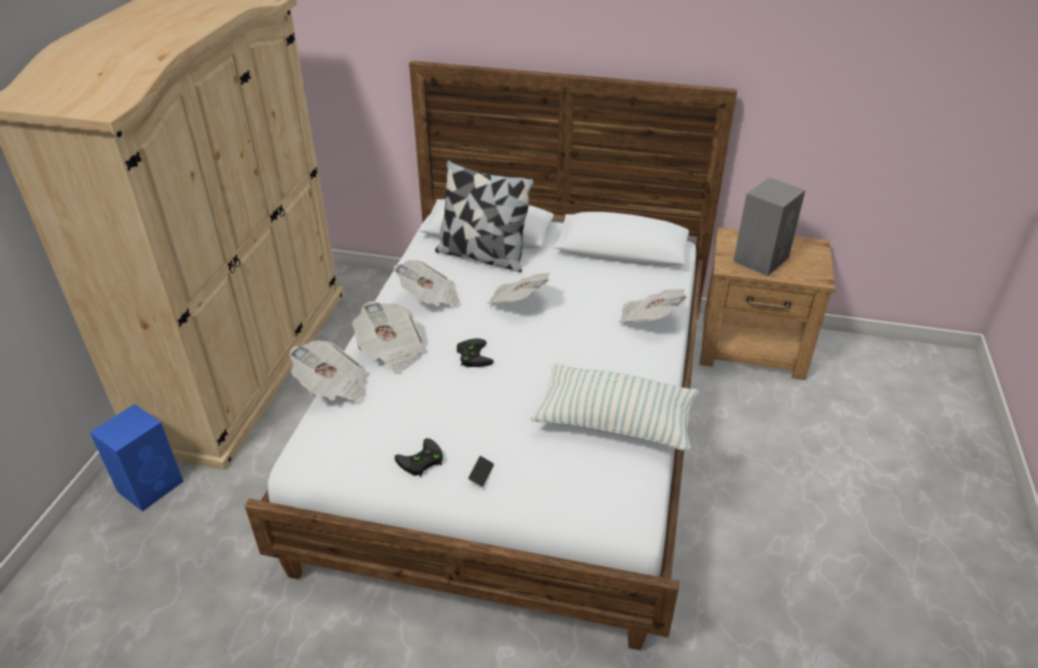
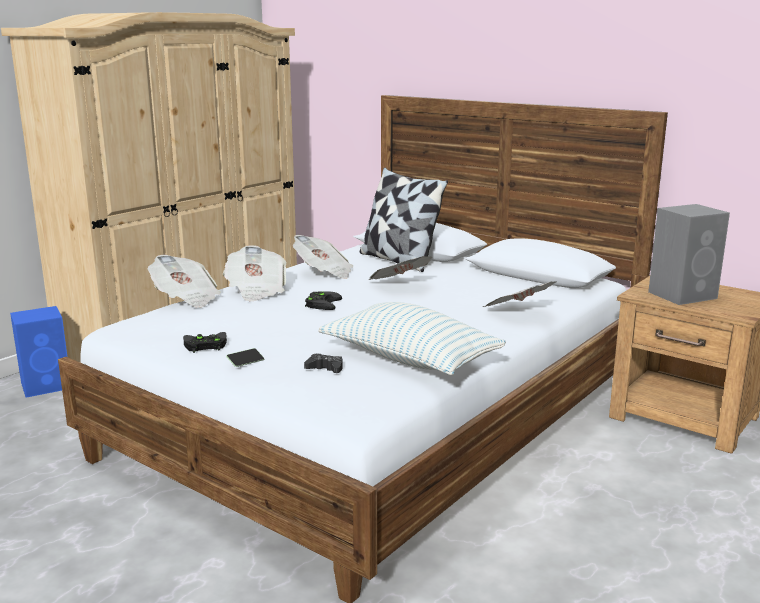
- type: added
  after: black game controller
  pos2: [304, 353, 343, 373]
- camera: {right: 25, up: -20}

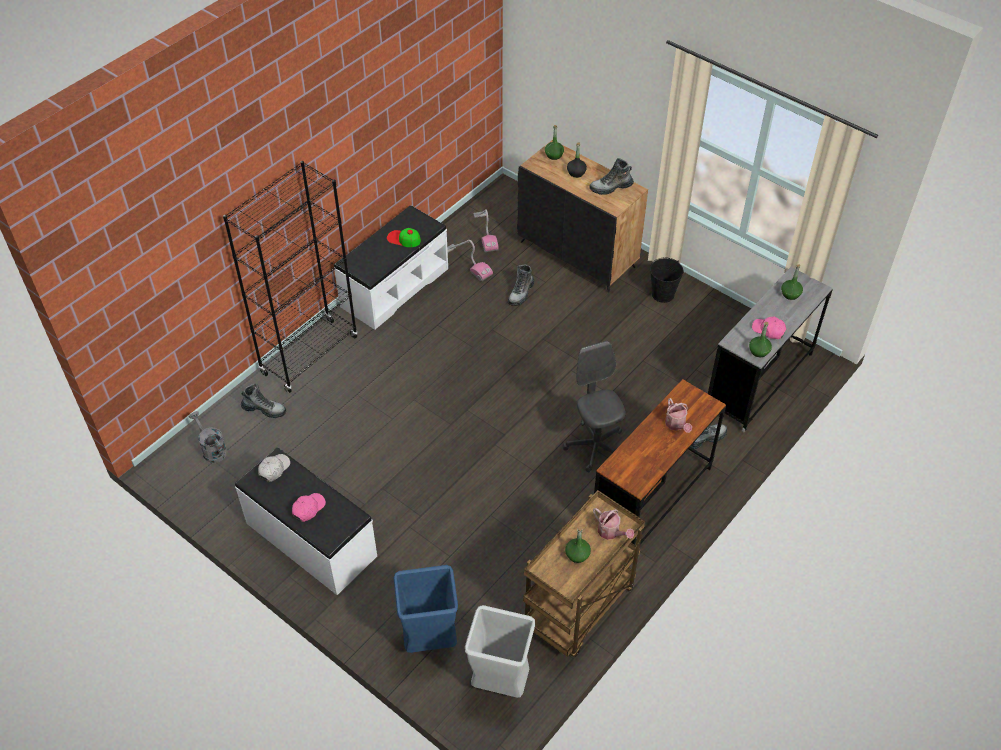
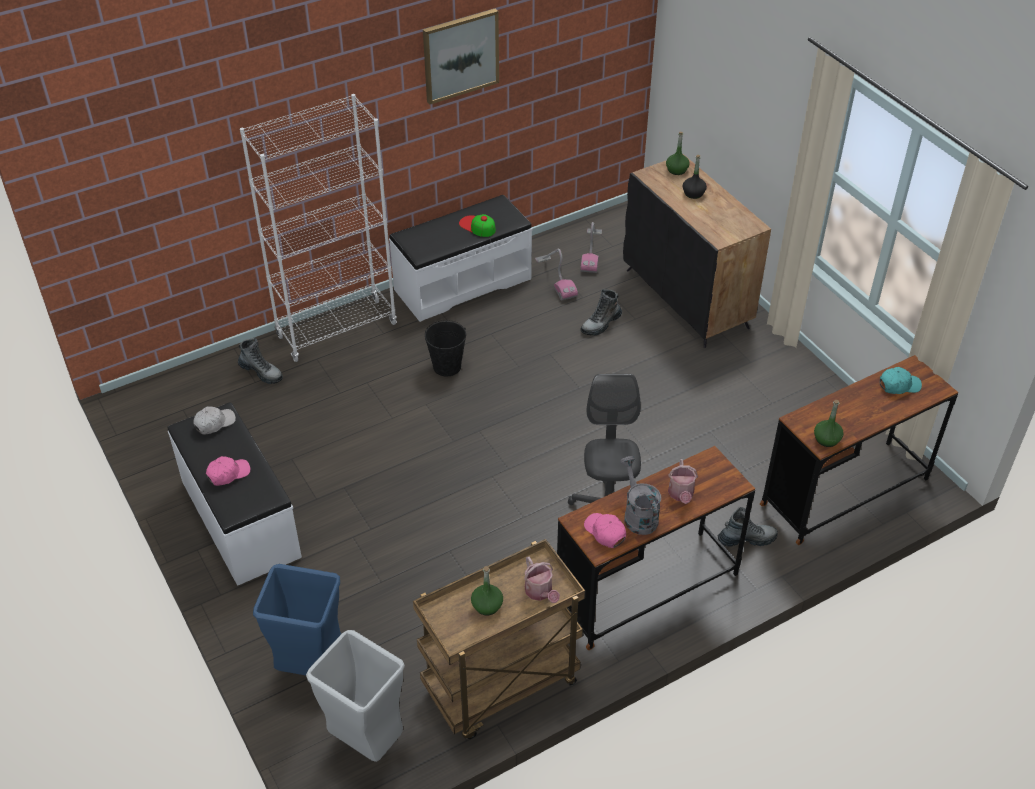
- type: recoloured
  before: black bookcase
  after: white bookcase
  pos1: [223, 161, 358, 393]
  pos2: [240, 94, 397, 362]
- type: added
  after: picture
  pos2: [423, 9, 499, 104]
- type: moved
  before: black bucket
  pos1: [650, 257, 683, 303]
  pos2: [425, 320, 466, 376]
- type: moved
  before: pink cap
  pos1: [752, 317, 786, 339]
  pos2: [584, 513, 626, 548]
- type: moved
  before: grey watering can
  pos1: [189, 411, 227, 463]
  pos2: [620, 456, 661, 535]
- type: recoloured
  before: grey desk
  after: brown desk
  pos1: [708, 267, 833, 433]
  pos2: [760, 355, 958, 545]
- type: replaced
  before: green bottle
  after: turquoise cap
  pos1: [781, 264, 803, 300]
  pos2: [879, 367, 922, 394]
- type: removed
  before: boot
  pos1: [589, 158, 634, 195]
- camera: {right: 20, up: -5}

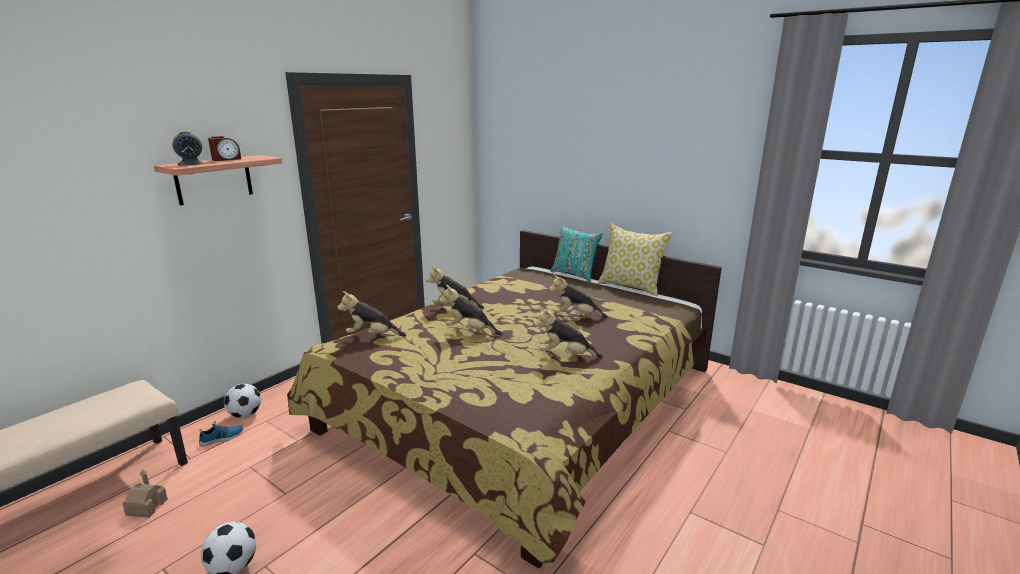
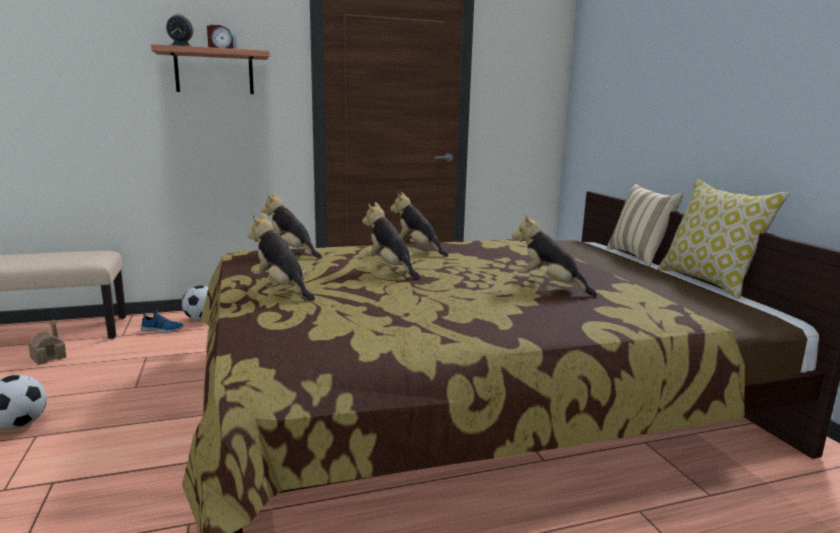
- type: moved
  before: plush toy
  pos1: [534, 306, 603, 358]
  pos2: [247, 213, 315, 301]
- type: recoloured
  before: turquoise pillow
  after: beige pillow
  pos1: [551, 226, 602, 282]
  pos2: [607, 184, 683, 267]
- camera: {right: 35, up: -5}

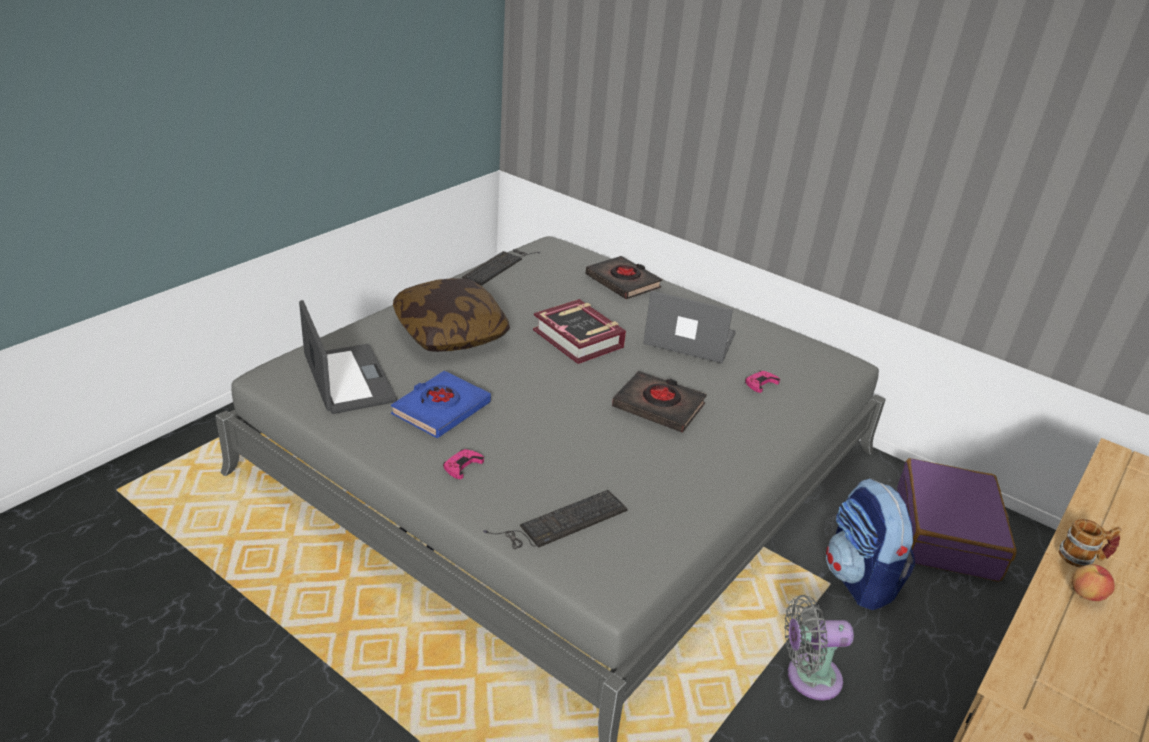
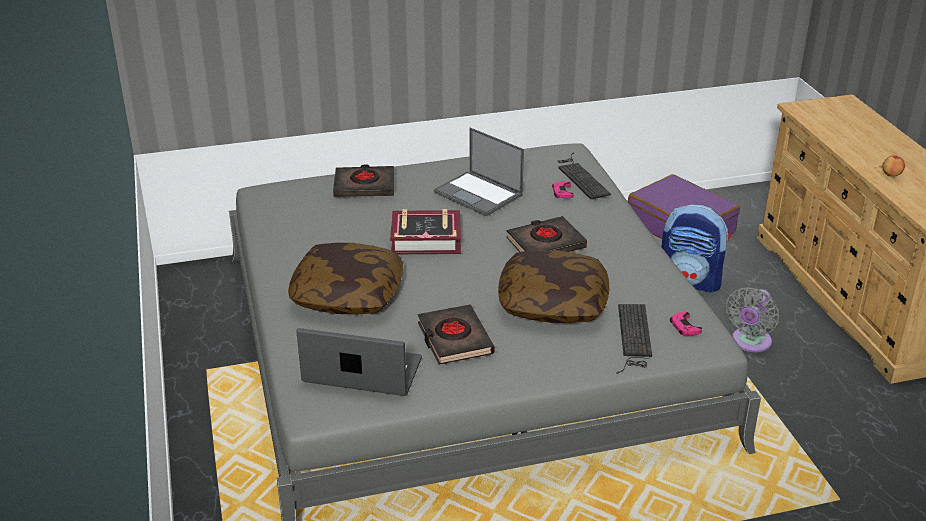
- type: recoloured
  before: blue book
  after: black book
  pos1: [391, 371, 491, 438]
  pos2: [418, 305, 495, 365]
- type: turned
  before: laptop
  pos1: [643, 290, 736, 363]
  pos2: [434, 128, 524, 217]
  turn: -105
- type: added
  after: pillow
  pos2: [498, 250, 609, 323]
- type: moved
  before: keyboard
  pos1: [462, 249, 540, 285]
  pos2: [558, 152, 611, 199]
- type: moved
  before: pink game controller
  pos1: [443, 449, 484, 479]
  pos2: [670, 312, 702, 335]
- type: removed
  before: mug
  pos1: [1058, 519, 1122, 567]
- camera: {right: -50, up: 0}

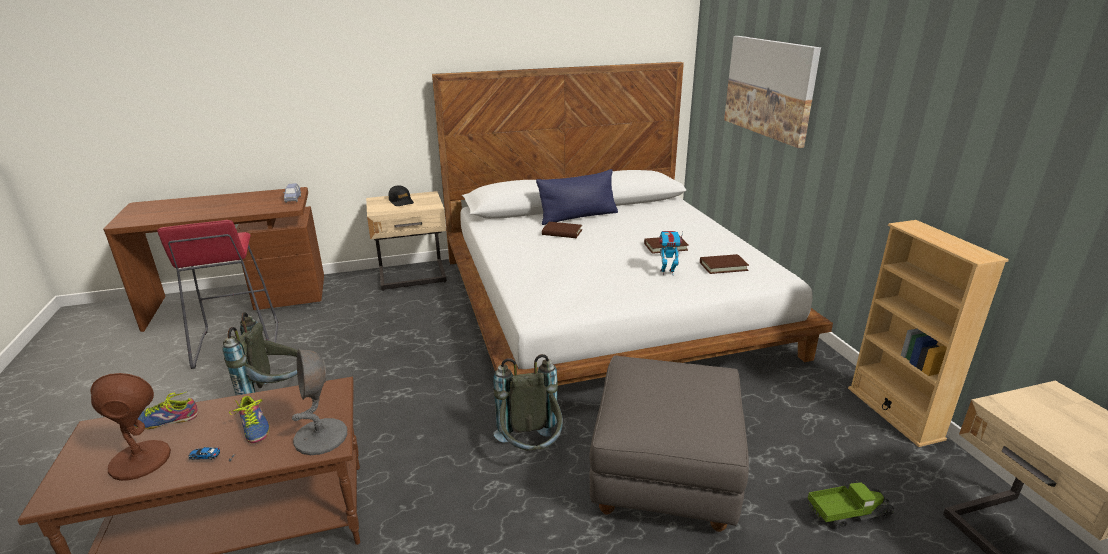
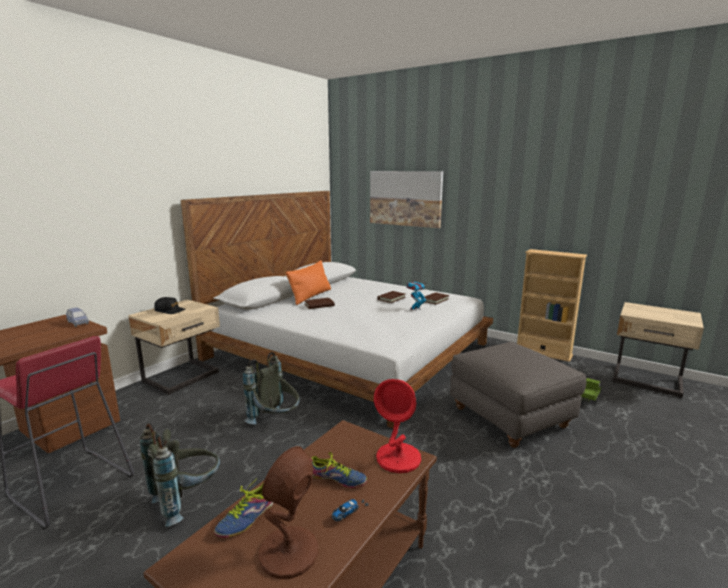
- type: moved
  before: grey backpack
  pos1: [493, 354, 563, 451]
  pos2: [243, 352, 300, 425]
- type: recoloured
  before: blue pillow
  after: orange pillow
  pos1: [536, 169, 618, 225]
  pos2: [286, 260, 331, 305]
- type: recoloured
  before: grey table lamp
  after: red table lamp
  pos1: [292, 348, 348, 455]
  pos2: [374, 379, 421, 473]
- camera: {right: -40, up: -10}

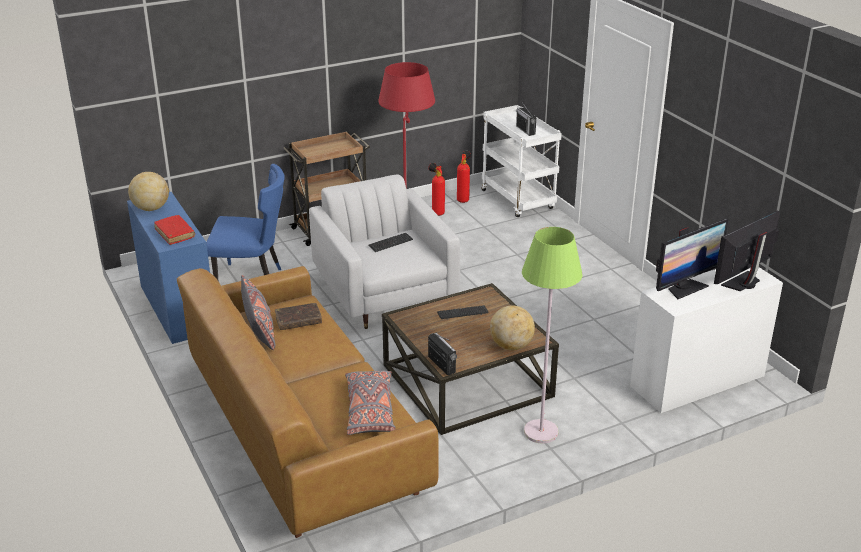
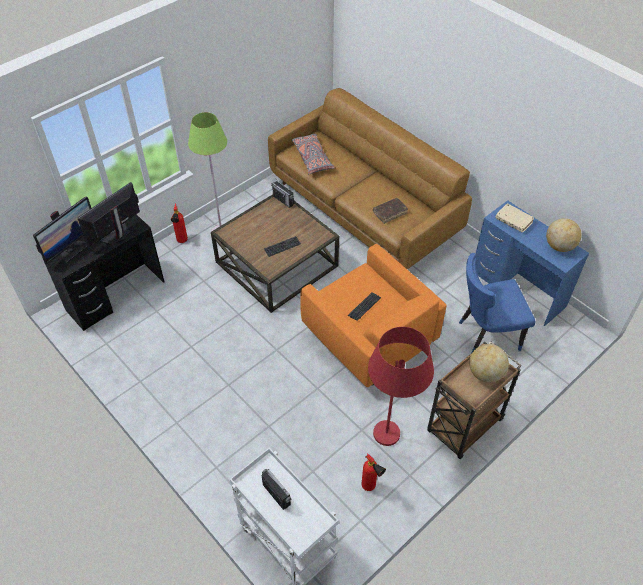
- type: recoloured
  before: white desk
  after: black desk
  pos1: [630, 267, 783, 413]
  pos2: [42, 214, 164, 331]
- type: moved
  before: fire extinguisher
  pos1: [457, 151, 471, 203]
  pos2: [171, 203, 188, 243]
- type: recoloured
  before: white armchair
  after: orange armchair
  pos1: [309, 174, 460, 329]
  pos2: [300, 244, 447, 387]
- type: moved
  before: globe
  pos1: [490, 306, 535, 350]
  pos2: [469, 344, 509, 383]
- type: recoloured
  before: red book
  after: beige book
  pos1: [154, 215, 195, 245]
  pos2: [495, 203, 534, 232]
- type: removed
  before: grey pillow
  pos1: [241, 275, 275, 350]
- camera: {right: 165, up: 20}

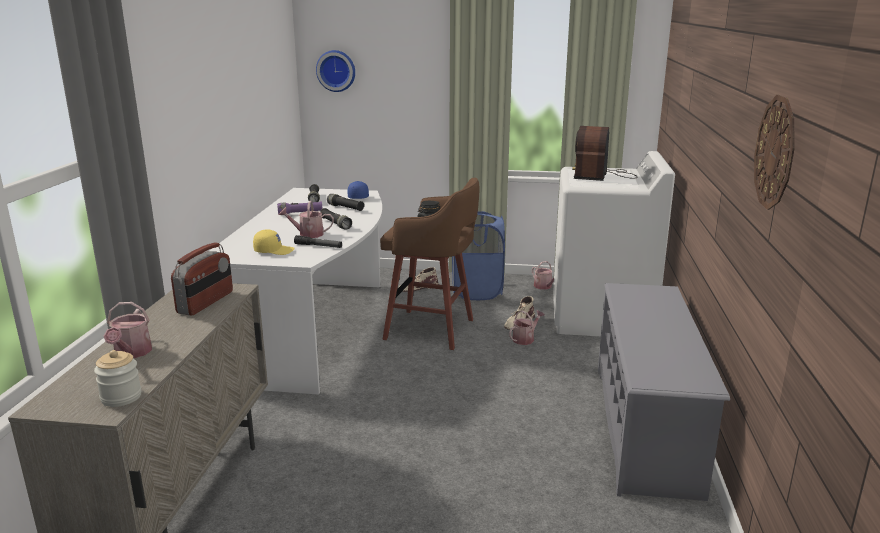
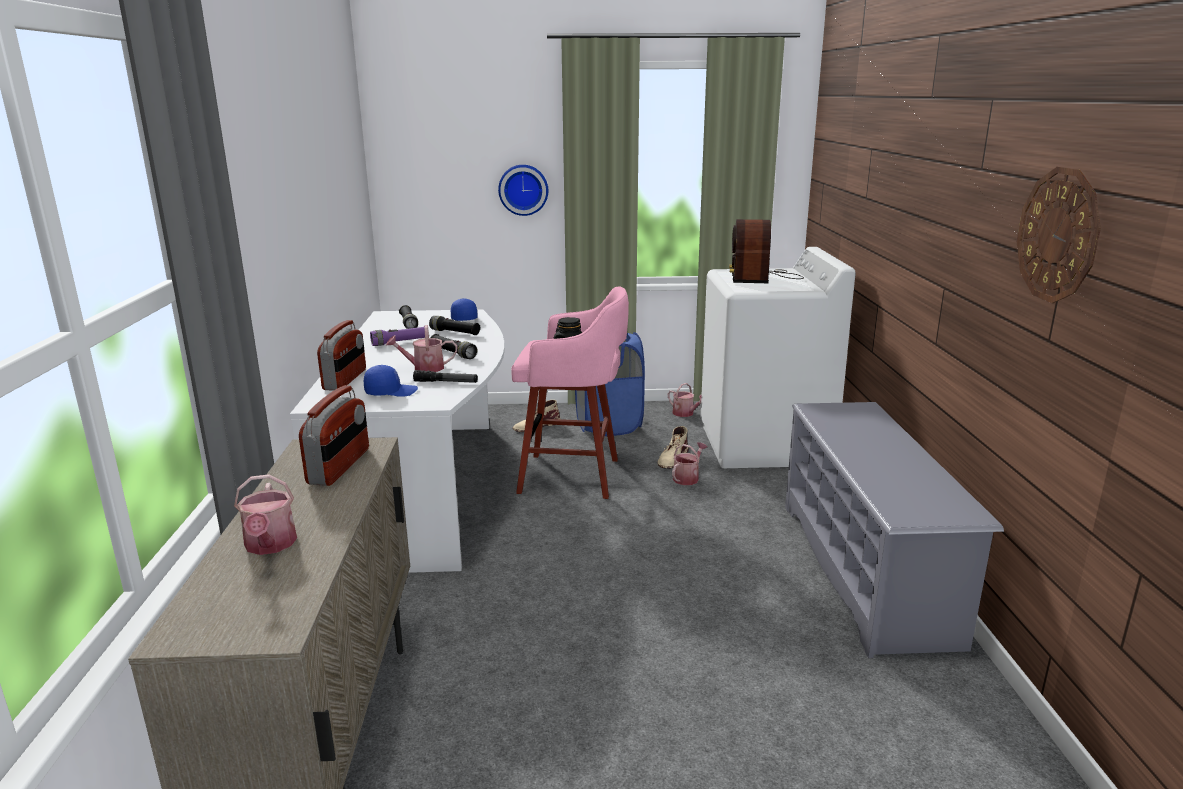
- type: added
  after: radio
  pos2: [317, 320, 366, 391]
- type: recoloured
  before: yellow cap
  after: blue cap
  pos1: [253, 229, 295, 255]
  pos2: [364, 365, 418, 397]
- type: moved
  before: wall clock
  pos1: [316, 50, 355, 92]
  pos2: [498, 165, 548, 216]
- type: recoloured
  before: brown stool
  after: pink stool
  pos1: [380, 178, 480, 350]
  pos2: [511, 286, 629, 499]
- type: removed
  before: jar
  pos1: [94, 350, 142, 407]
- camera: {right: -10, up: 0}

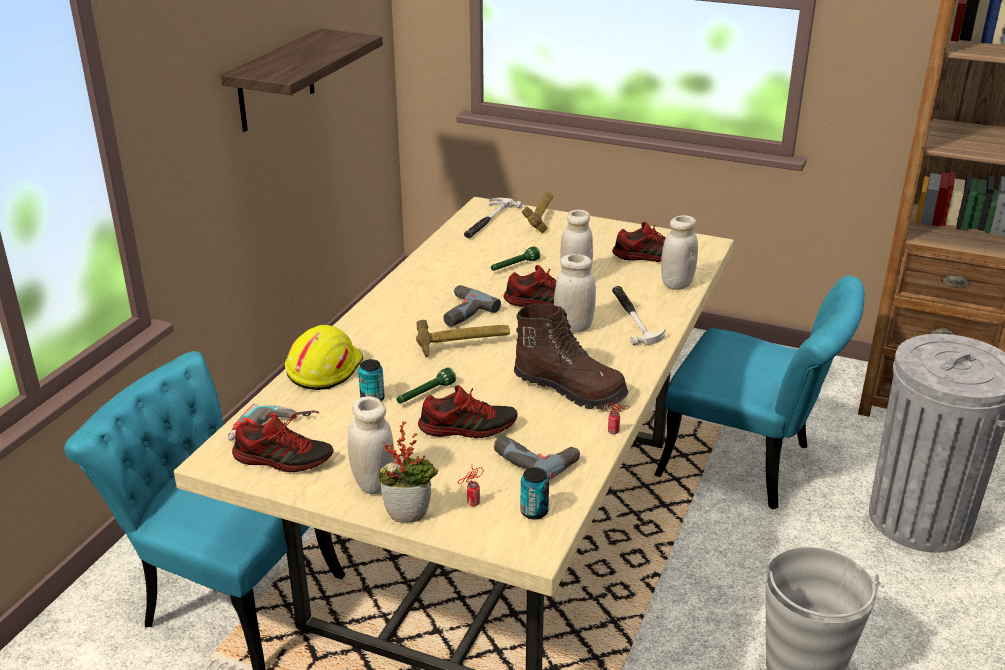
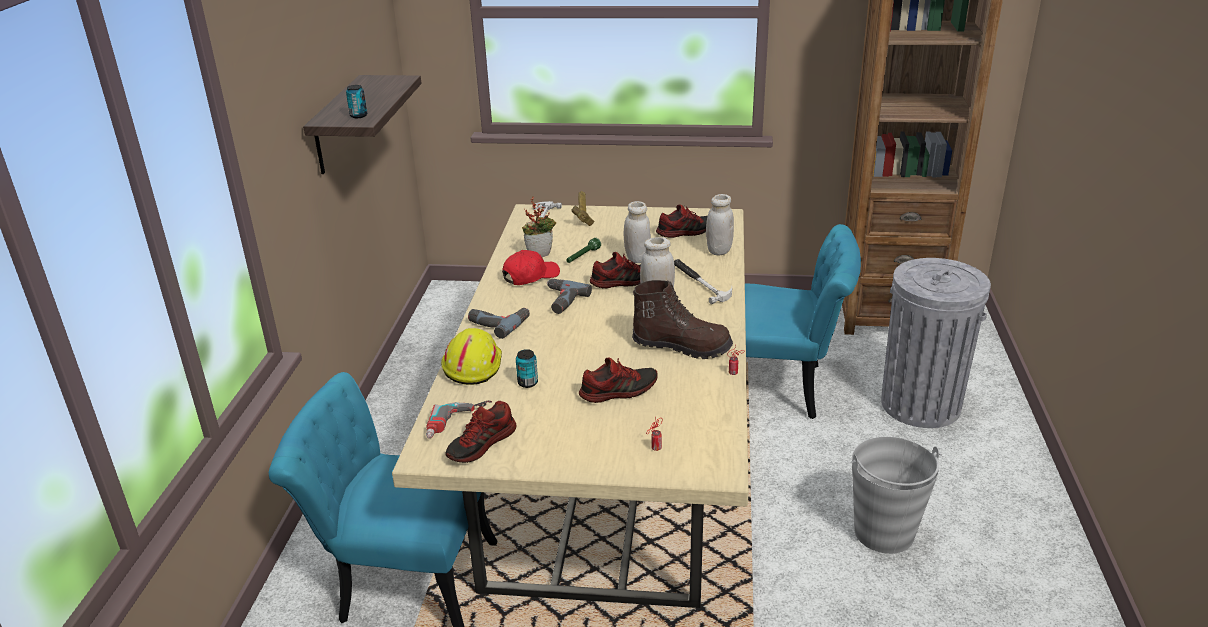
- type: moved
  before: can
  pos1: [520, 467, 549, 520]
  pos2: [346, 85, 367, 118]
- type: turned
  before: shoe
  pos1: [232, 414, 334, 472]
  pos2: [445, 401, 516, 463]
  turn: 135
- type: moved
  before: power drill
  pos1: [494, 436, 580, 480]
  pos2: [468, 308, 530, 339]
- type: added
  after: red cap
  pos2: [502, 250, 560, 285]
- type: moved
  before: potted plant
  pos1: [378, 421, 438, 523]
  pos2: [522, 196, 556, 257]
- type: removed
  before: white jar
  pos1: [348, 396, 396, 494]
- type: removed
  before: green flashlight
  pos1: [397, 367, 456, 404]
- type: removed
  before: hammer
  pos1: [416, 320, 510, 357]
- camera: {right: -15, up: 0}

